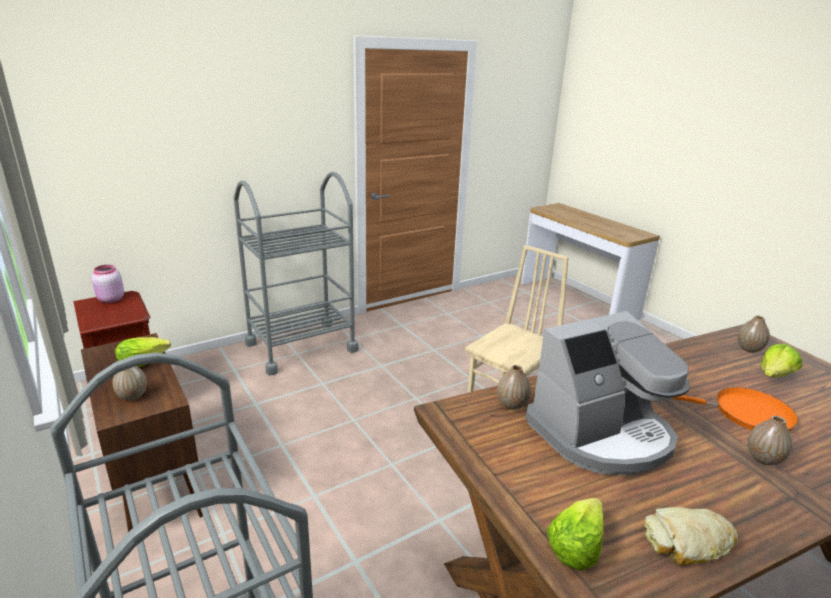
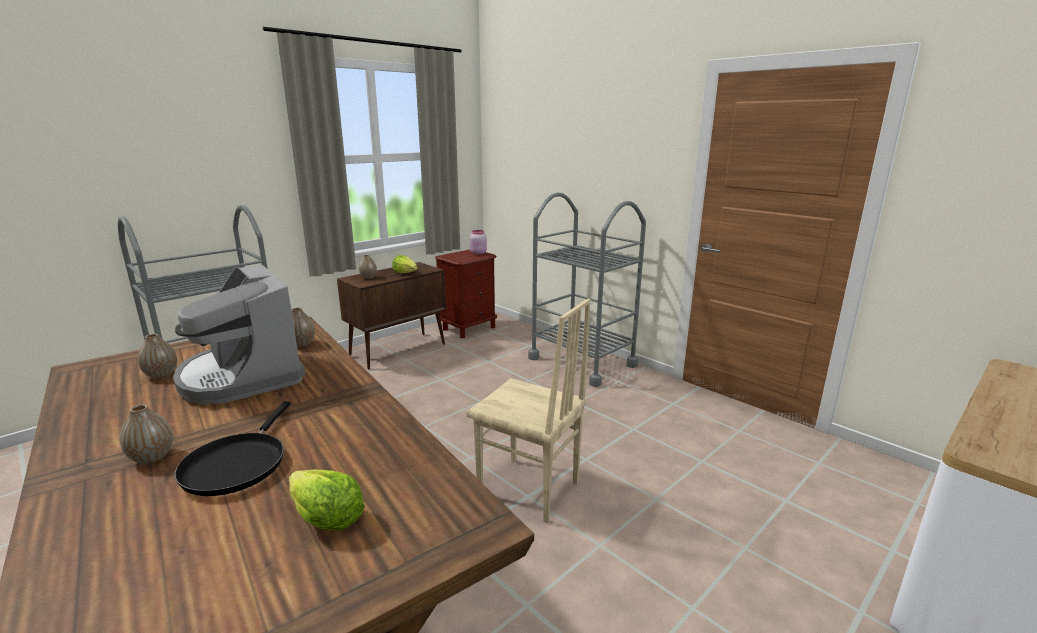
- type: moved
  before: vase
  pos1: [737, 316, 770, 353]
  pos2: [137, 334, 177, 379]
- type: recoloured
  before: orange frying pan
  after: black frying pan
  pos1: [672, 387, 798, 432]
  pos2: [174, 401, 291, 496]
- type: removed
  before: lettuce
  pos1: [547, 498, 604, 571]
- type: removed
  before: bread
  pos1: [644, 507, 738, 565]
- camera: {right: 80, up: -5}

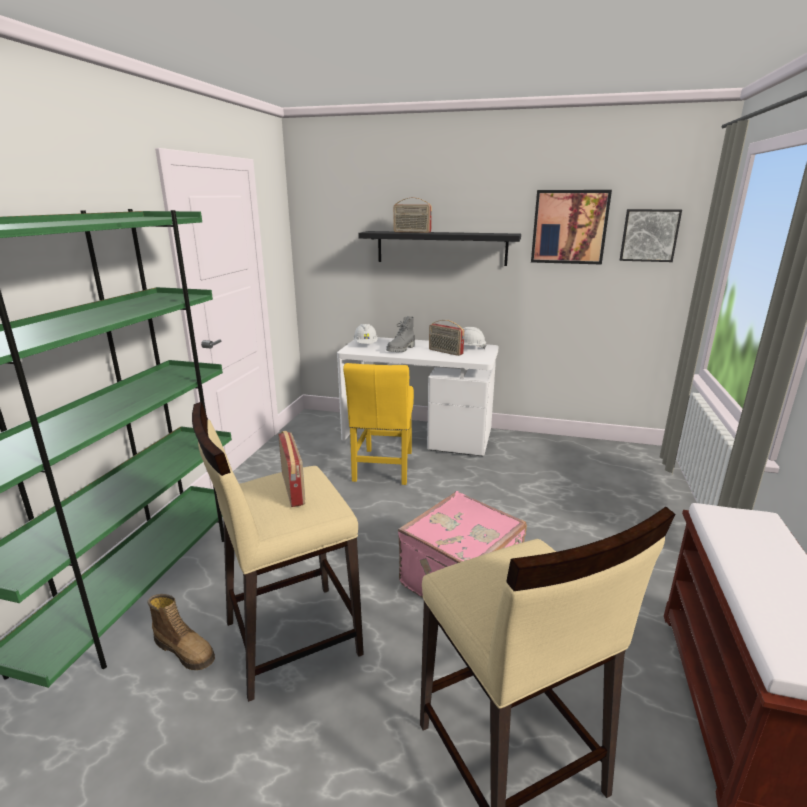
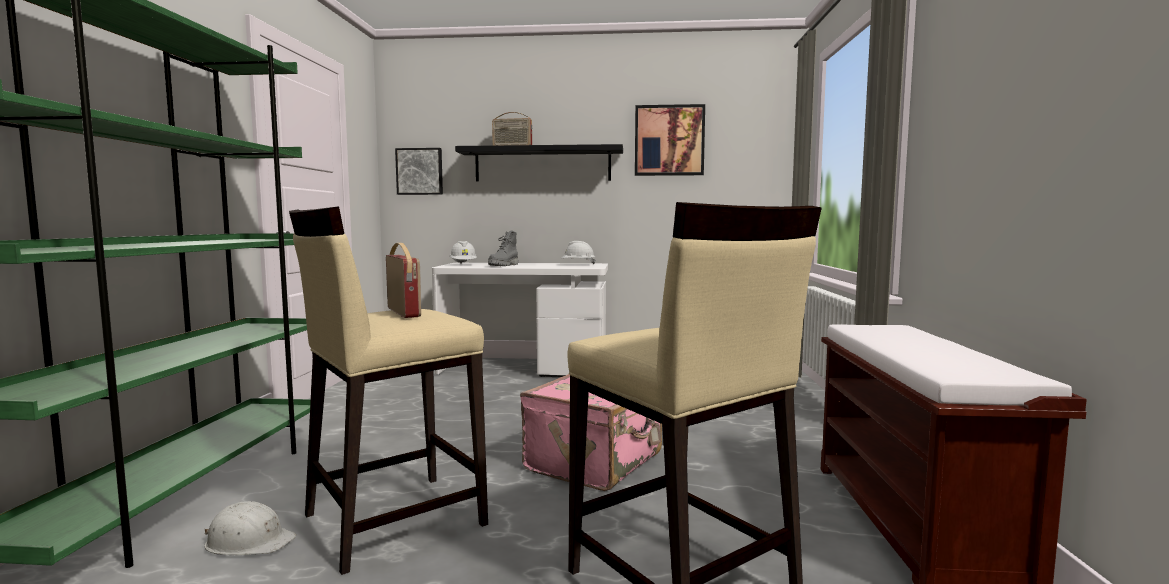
- type: replaced
  before: boot
  after: white hard hat
  pos1: [147, 594, 215, 670]
  pos2: [204, 501, 296, 555]
- type: moved
  before: picture
  pos1: [620, 209, 682, 262]
  pos2: [395, 148, 443, 195]
- type: removed
  before: yellow chair
  pos1: [343, 363, 414, 485]
- type: removed
  before: radio
  pos1: [429, 320, 464, 356]
- camera: {right: -10, up: -15}

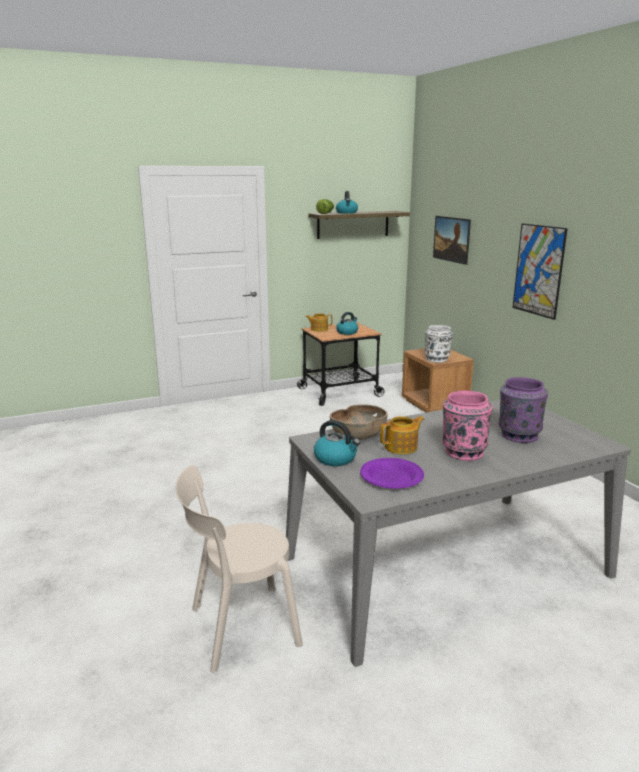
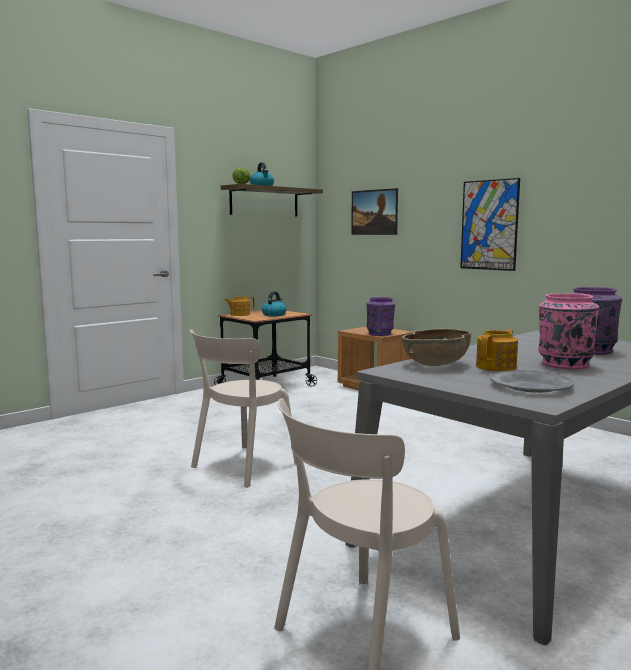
- type: added
  after: beige chair
  pos2: [190, 329, 296, 487]
- type: recoloured
  before: white vase
  after: purple vase
  pos1: [425, 325, 453, 363]
  pos2: [366, 297, 395, 336]
- type: recoloured
  before: purple plate
  after: grey plate
  pos1: [360, 458, 424, 489]
  pos2: [490, 370, 574, 393]
- type: removed
  before: kettle
  pos1: [314, 420, 360, 466]
- camera: {right: -20, up: -10}

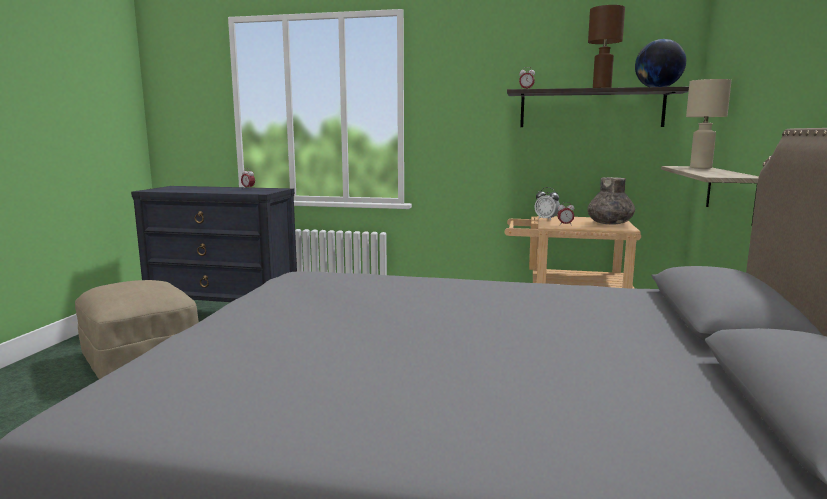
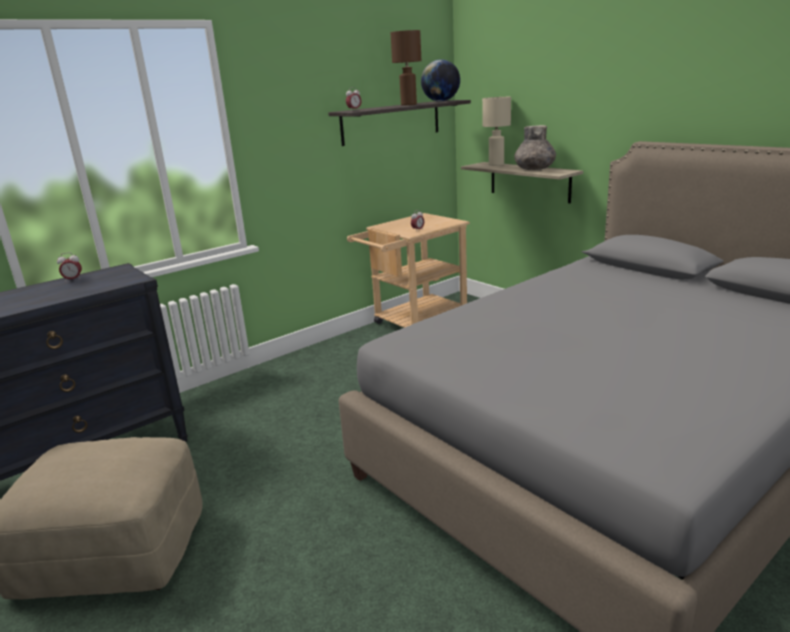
- type: moved
  before: grey vase
  pos1: [587, 177, 635, 225]
  pos2: [514, 125, 556, 170]
- type: removed
  before: alarm clock
  pos1: [535, 187, 560, 220]
- camera: {right: -50, up: 10}

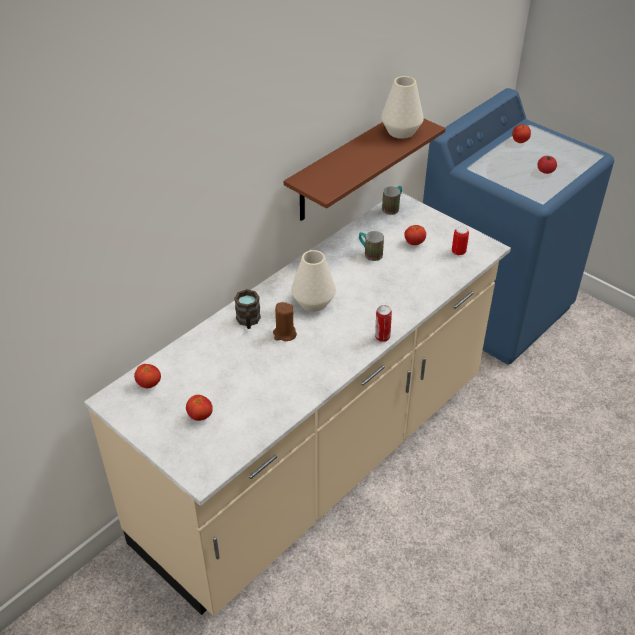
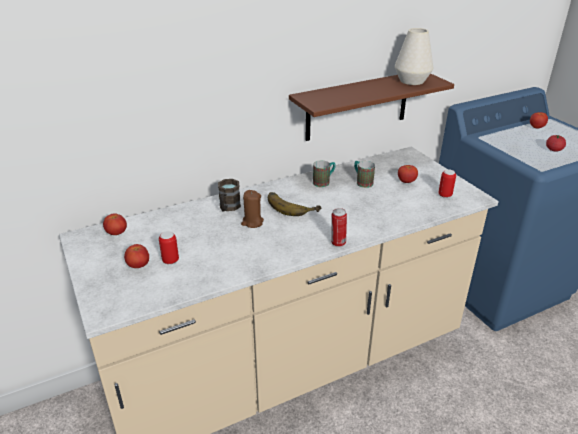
- type: added
  after: can
  pos2: [159, 231, 179, 264]
- type: replaced
  before: white vase
  after: banana
  pos1: [291, 250, 336, 312]
  pos2: [268, 192, 322, 216]
- type: moved
  before: mug
  pos1: [382, 186, 402, 215]
  pos2: [313, 160, 336, 187]
- camera: {right: 20, up: -10}

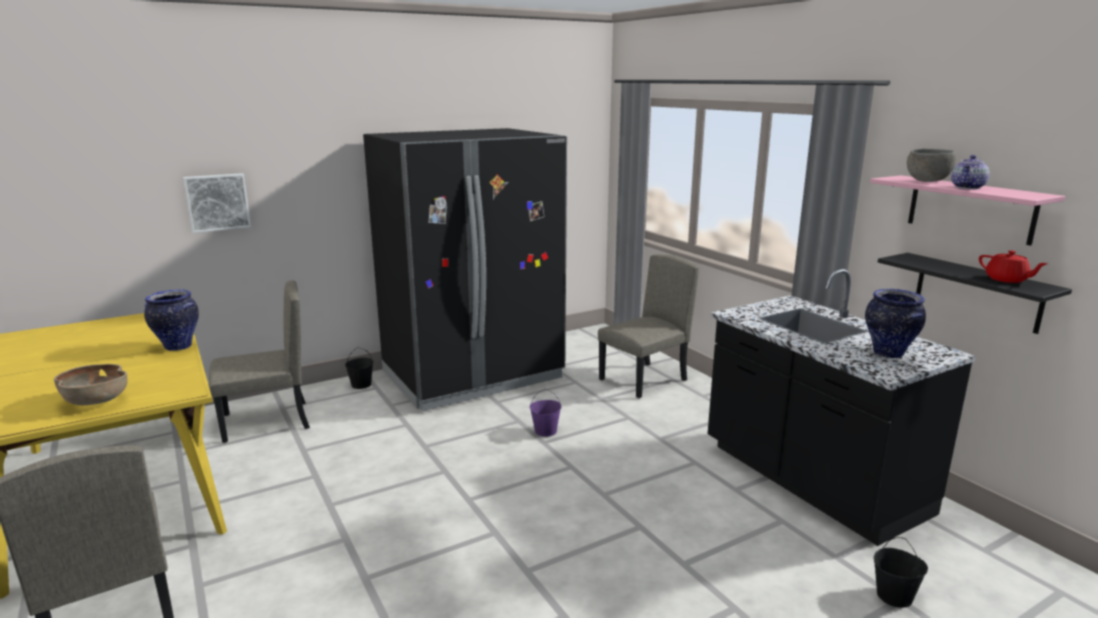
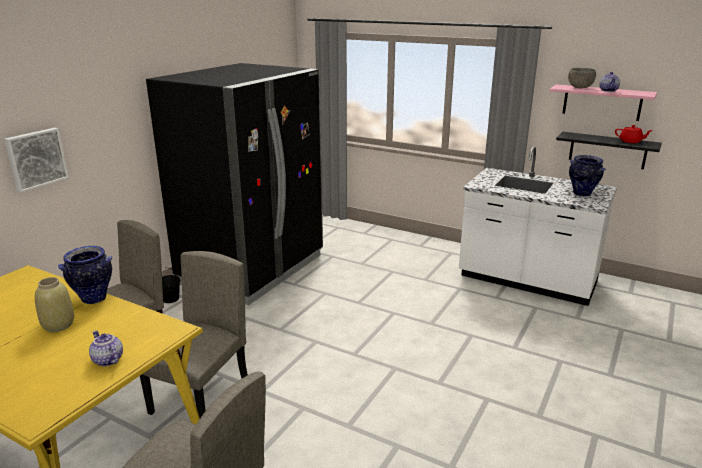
- type: added
  after: beige vase
  pos2: [35, 277, 74, 332]
- type: replaced
  before: brown bowl
  after: teapot
  pos1: [54, 364, 128, 405]
  pos2: [89, 330, 123, 367]
- type: moved
  before: beige chair
  pos1: [598, 254, 699, 398]
  pos2: [140, 251, 248, 418]
- type: recoloured
  before: black counter
  after: white counter
  pos1: [708, 269, 976, 546]
  pos2: [459, 147, 617, 306]
- type: removed
  before: purple bucket
  pos1: [530, 389, 562, 437]
- type: removed
  before: black bucket
  pos1: [874, 537, 928, 608]
- camera: {right: -30, up: 5}

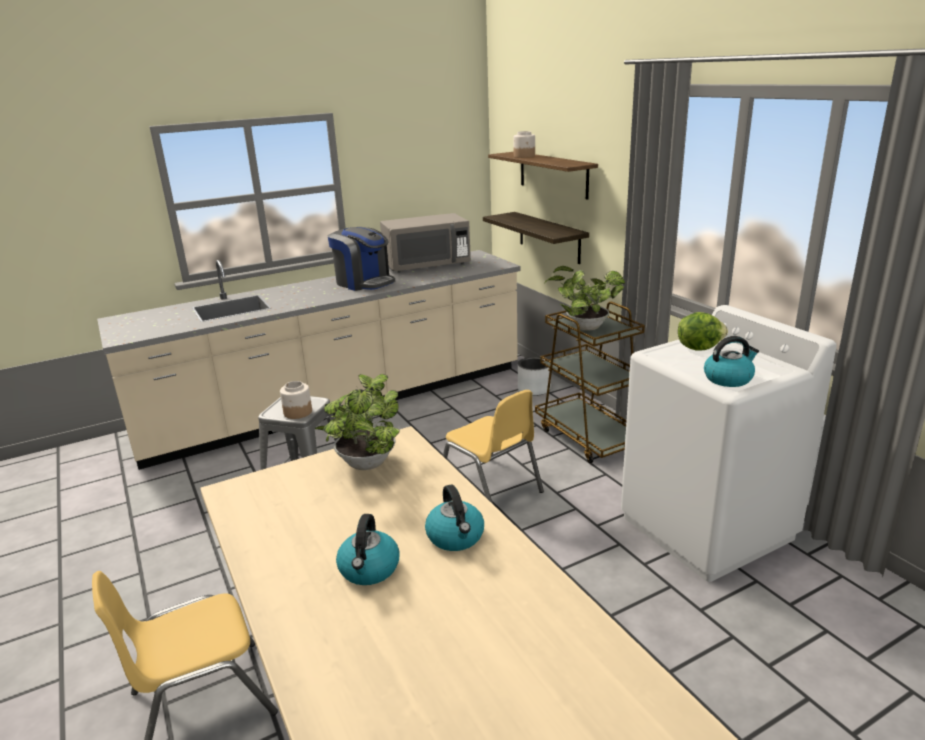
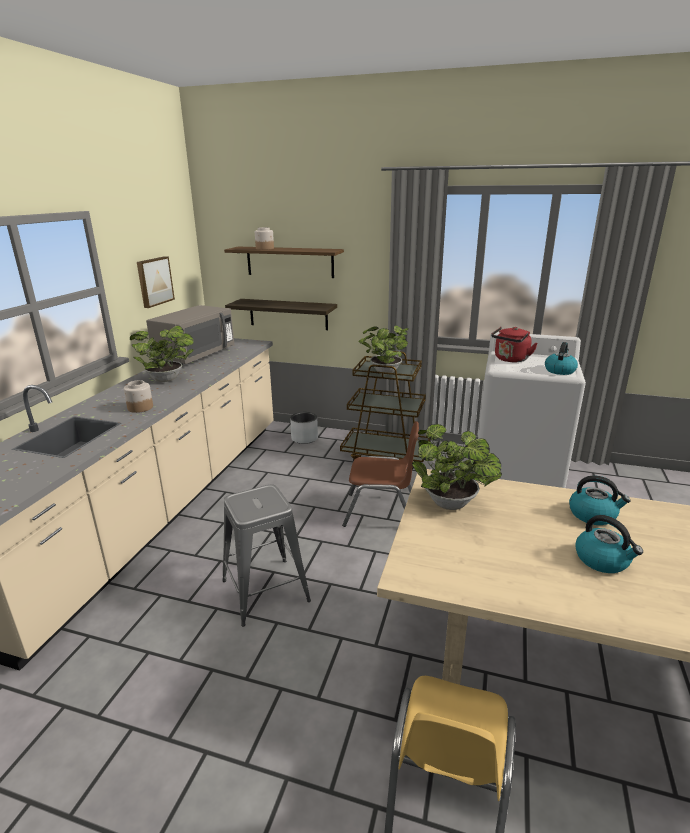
- type: moved
  before: jar
  pos1: [280, 381, 312, 419]
  pos2: [124, 380, 153, 413]
- type: replaced
  before: coffee machine
  after: potted plant
  pos1: [328, 227, 395, 291]
  pos2: [130, 326, 194, 382]
- type: added
  after: picture
  pos2: [137, 256, 175, 308]
- type: recoloured
  before: yellow chair
  after: brown chair
  pos1: [443, 390, 544, 504]
  pos2: [342, 421, 419, 527]
- type: replaced
  before: lettuce
  after: red kettle
  pos1: [678, 312, 728, 351]
  pos2: [491, 327, 538, 362]
- camera: {right: -45, up: 0}

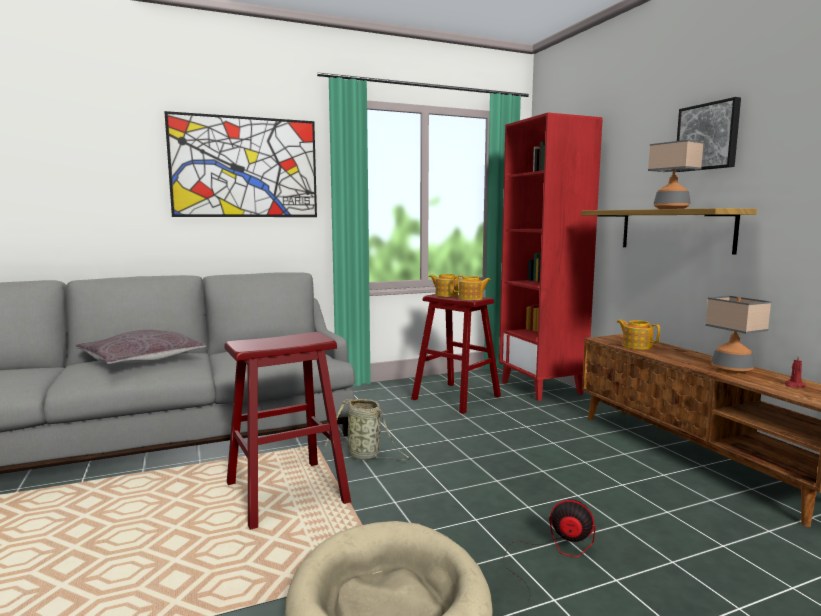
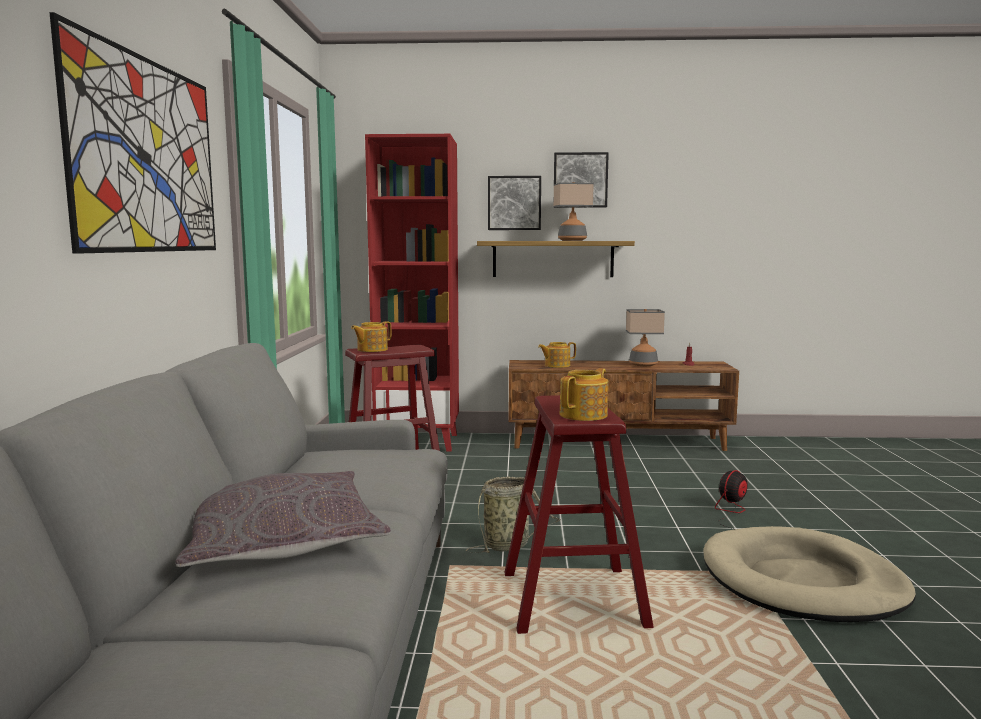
- type: added
  after: picture
  pos2: [488, 176, 541, 230]
- type: moved
  before: teapot
  pos1: [453, 276, 491, 300]
  pos2: [559, 368, 609, 421]
- camera: {right: -65, up: 0}

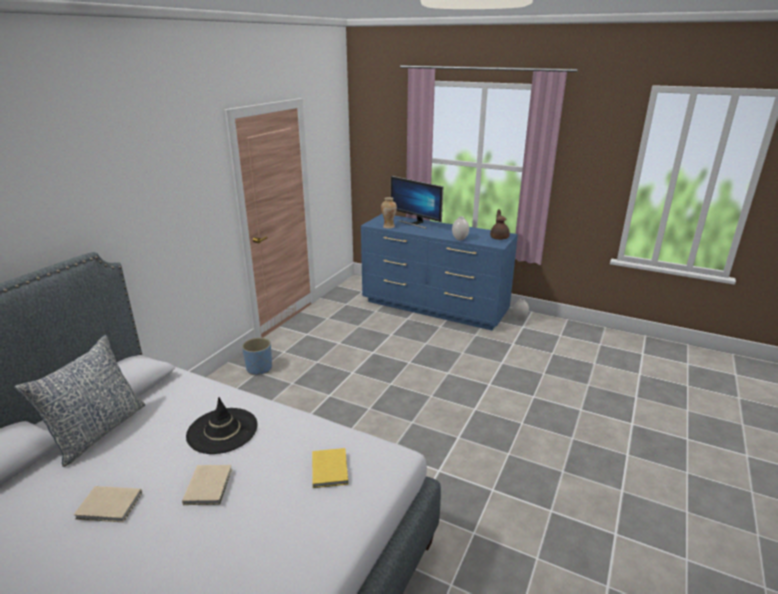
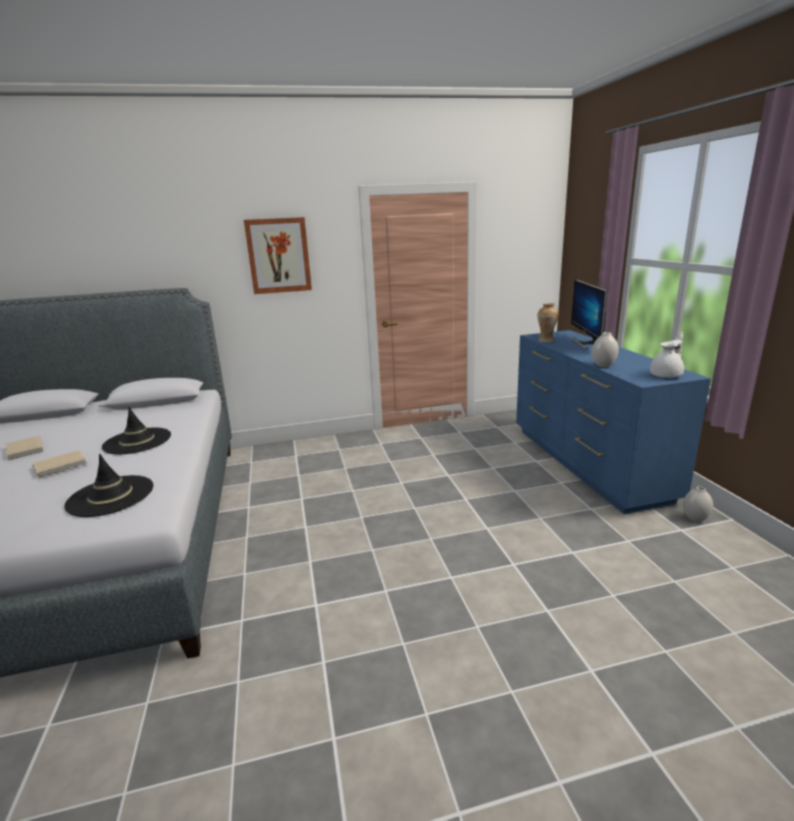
- type: replaced
  before: yellow book
  after: black hat
  pos1: [312, 448, 348, 488]
  pos2: [64, 454, 153, 517]
- type: added
  after: picture
  pos2: [244, 217, 312, 294]
- type: recoloured
  before: brown teapot
  after: white teapot
  pos1: [490, 209, 510, 240]
  pos2: [650, 332, 684, 378]
- type: removed
  before: pillow
  pos1: [14, 335, 145, 467]
- type: removed
  before: blue planter
  pos1: [242, 338, 272, 375]
- camera: {right: 50, up: -5}

